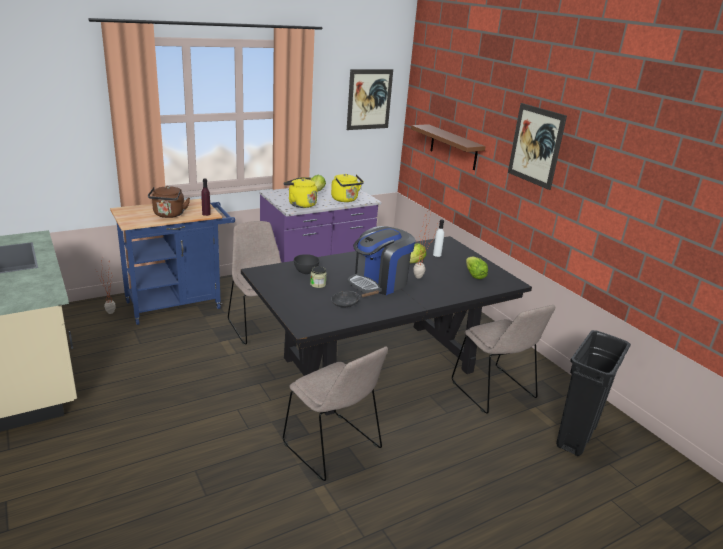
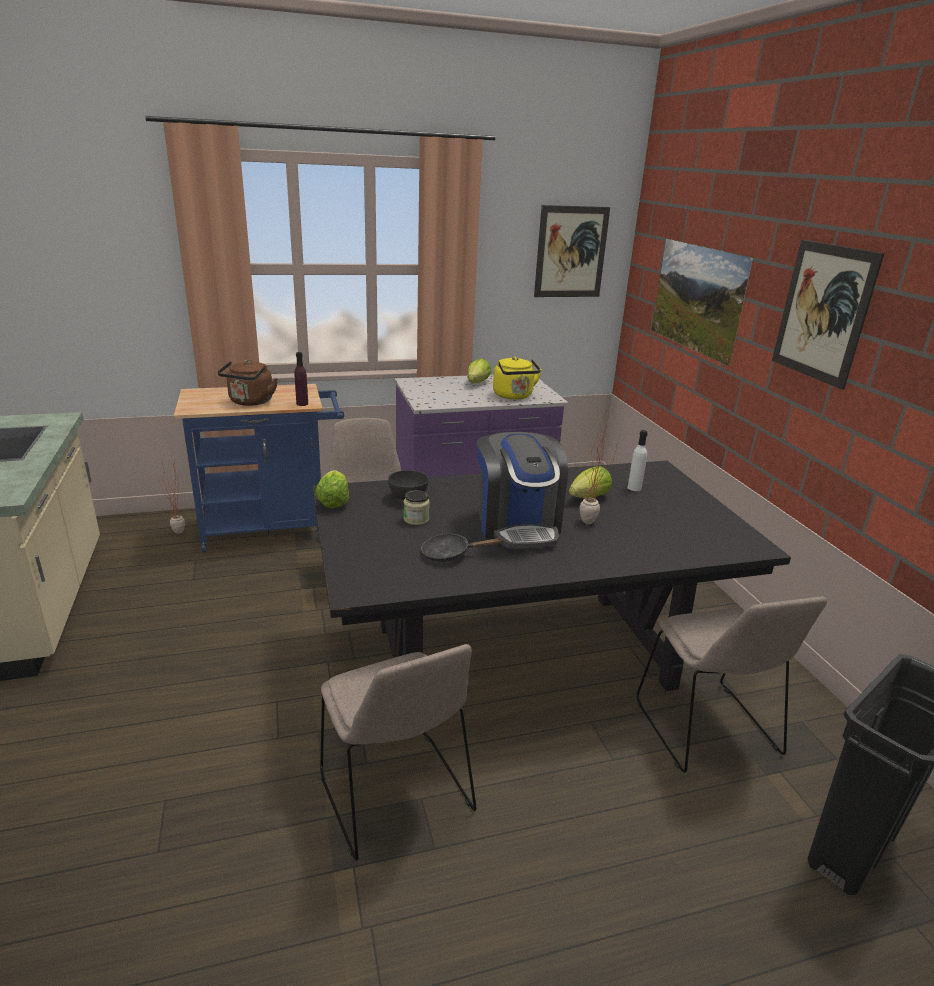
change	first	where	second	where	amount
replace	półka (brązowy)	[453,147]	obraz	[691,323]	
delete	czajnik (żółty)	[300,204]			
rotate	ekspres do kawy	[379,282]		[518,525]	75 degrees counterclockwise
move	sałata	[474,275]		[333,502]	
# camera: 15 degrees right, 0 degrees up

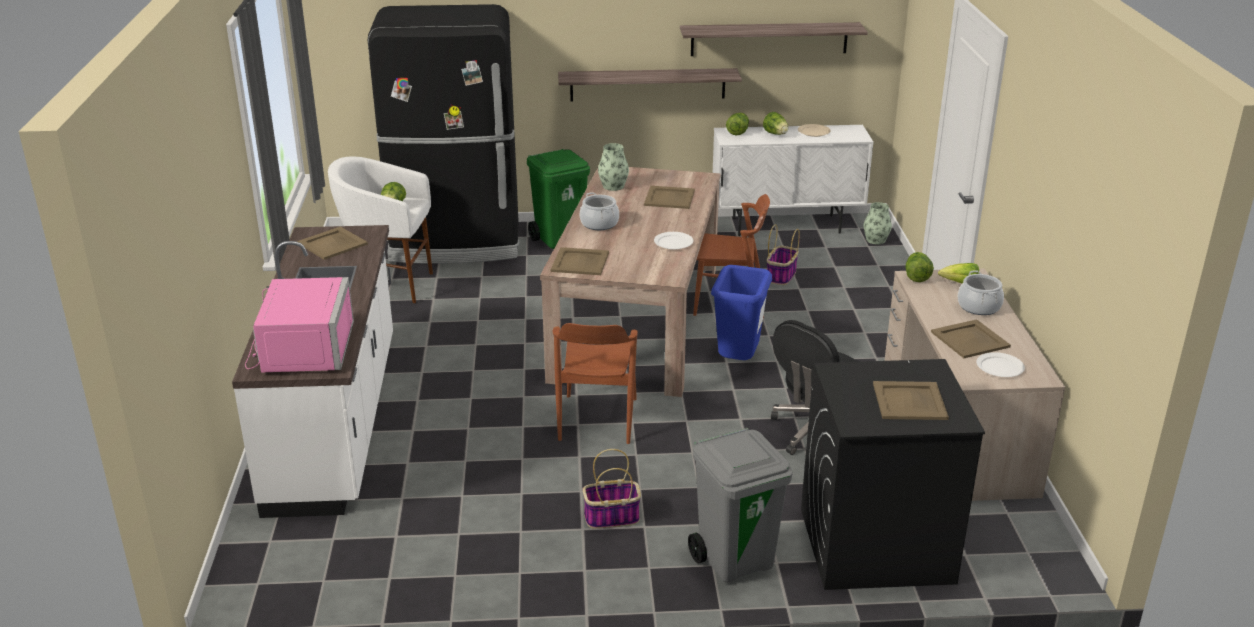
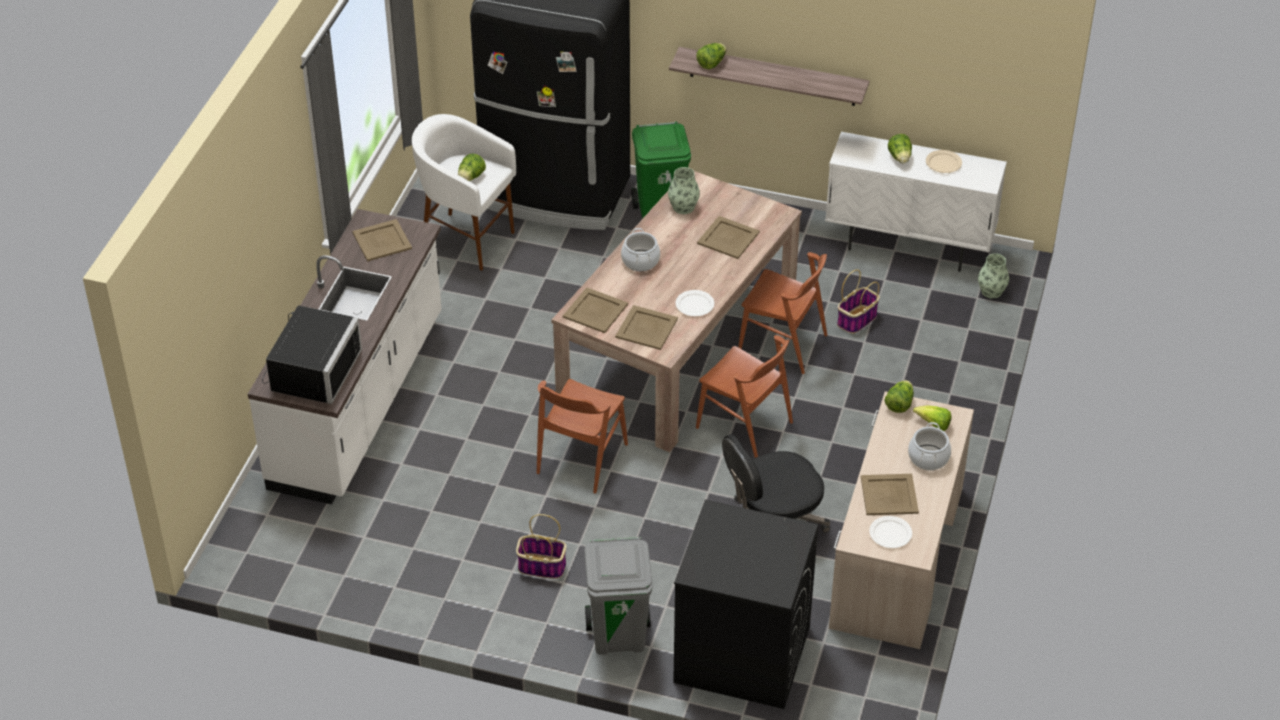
change	first	where	second	where	amount
delete	półka	[769,39]			
move	sałata	[738,132]		[711,63]	
replace	kosz na śmieci (niebieski)	[737,363]	krzesło (brązowy)	[744,425]	
recolor	mikrofalówka (różowy)	[300,349]	mikrofalówka (czarny)	[310,370]	
move	taca (beżowy)	[910,401]		[647,328]	
# camera: 20 degrees right, 15 degrees up

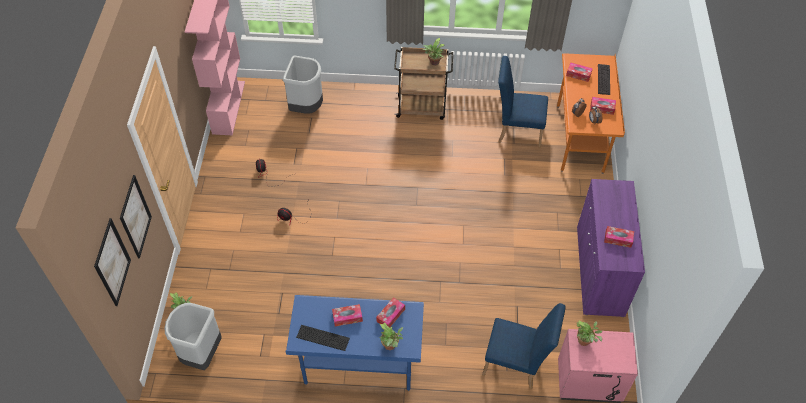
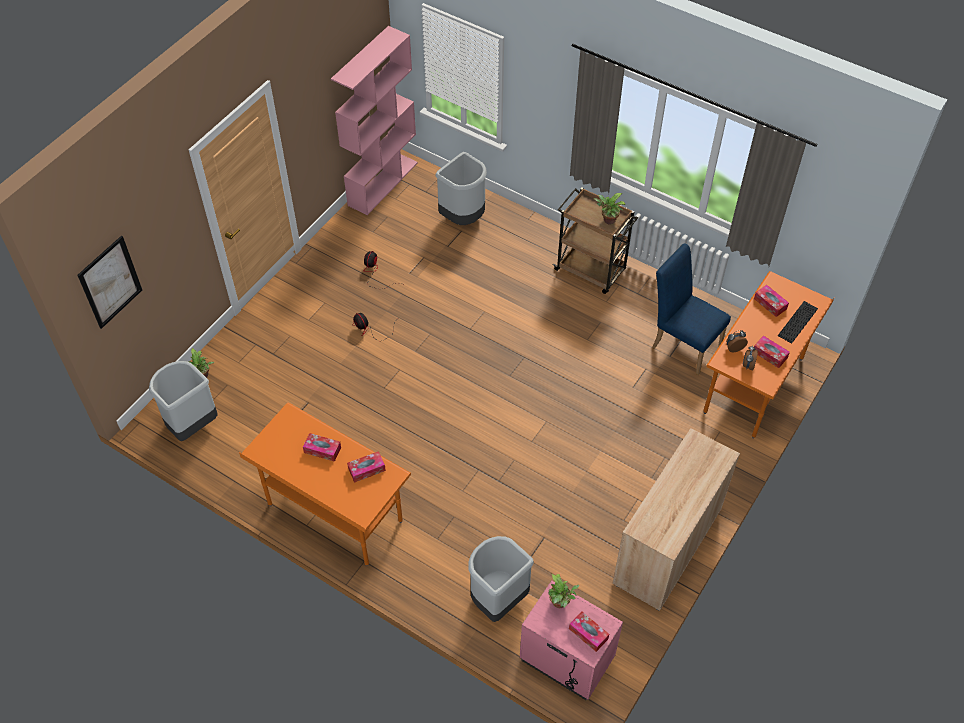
change	first	where	second	where	amount
delete	obraz	[135,217]			
recolor	szafka (fioletowy)	[599,271]	szafka (beżowy)	[667,546]	
move	pudełko chusteczek	[618,239]		[588,633]	
recolor	biurko (niebieski)	[359,365]	biurko (pomarańczowy)	[334,514]	
replace	krzesło (niebieski)	[516,366]	kosz na śmieci (szary)	[497,600]	
delete	roślina doniczkowa	[391,346]			
delete	klawiatura	[323,338]			
# camera: 30 degrees right, 0 degrees up

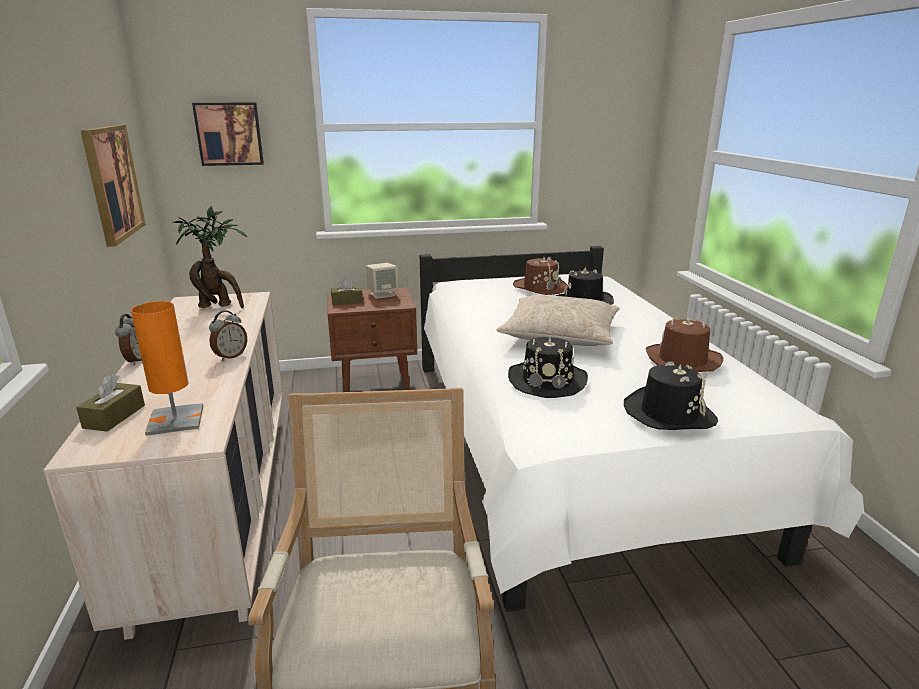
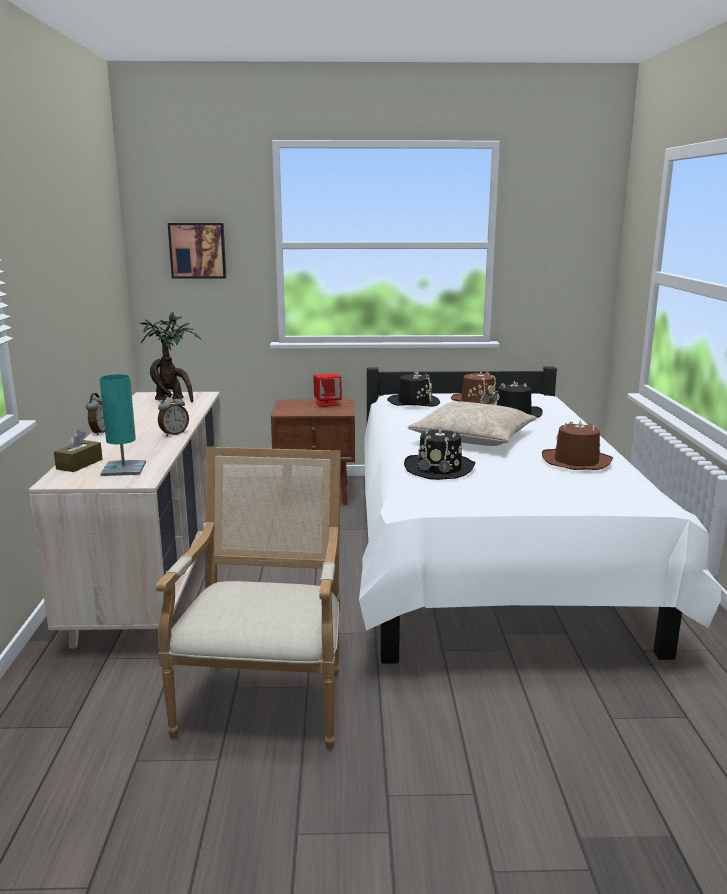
change	first	where	second	where	amount
delete	obraz	[112,183]			
recolor	głośnik (beżowy)	[382,294]	głośnik (czerwony)	[327,404]	
delete	pudełko chusteczek (brązowy)	[347,301]			
recolor	lampa stołowa (pomarańczowy)	[175,420]	lampa stołowa (turkusowy)	[124,469]	
move	kapelusz (czarny)	[668,413]		[414,402]	
# camera: 10 degrees right, 5 degrees down

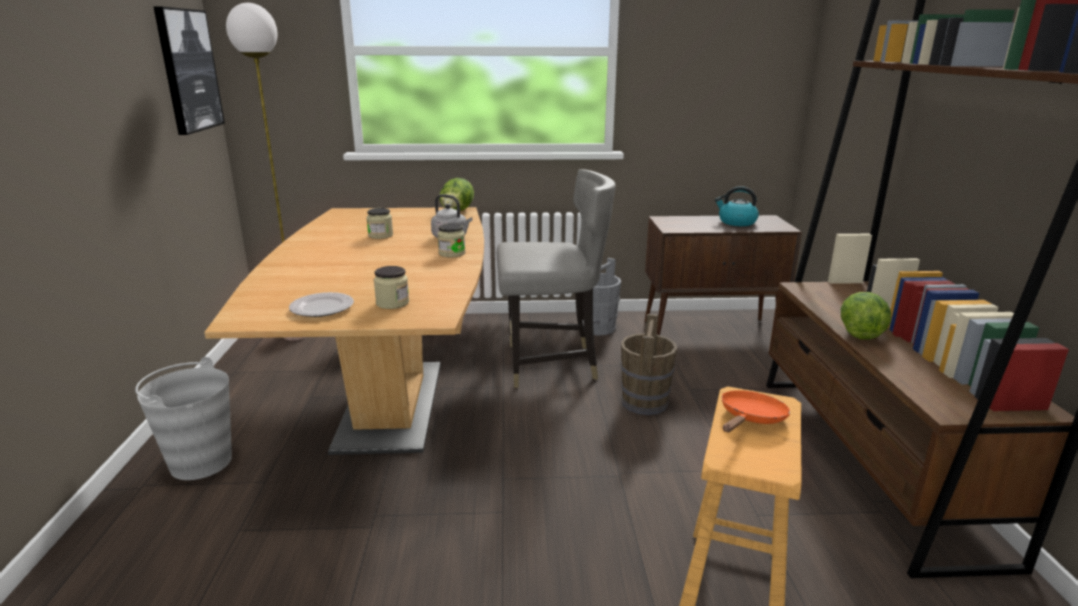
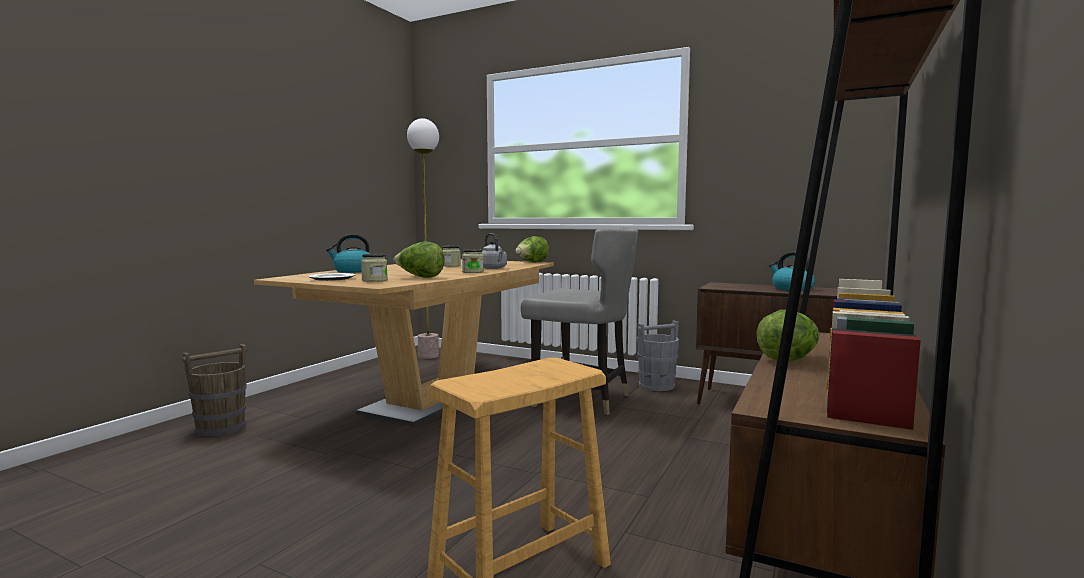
change	first	where	second	where	amount
delete	obraz	[188,70]			
move	wiadro (brązowy)	[644,403]		[220,428]	
delete	wiadro (szary)	[200,462]			
delete	patelnia (pomarańczowy)	[750,419]			
insert			czajnik	[353,271]	
insert			sałata	[420,277]	
# camera: 30 degrees right, 15 degrees down

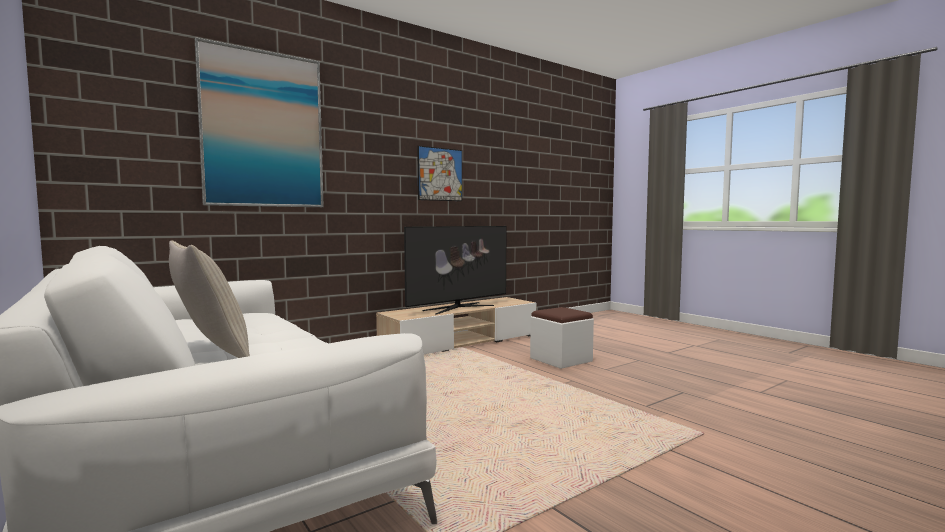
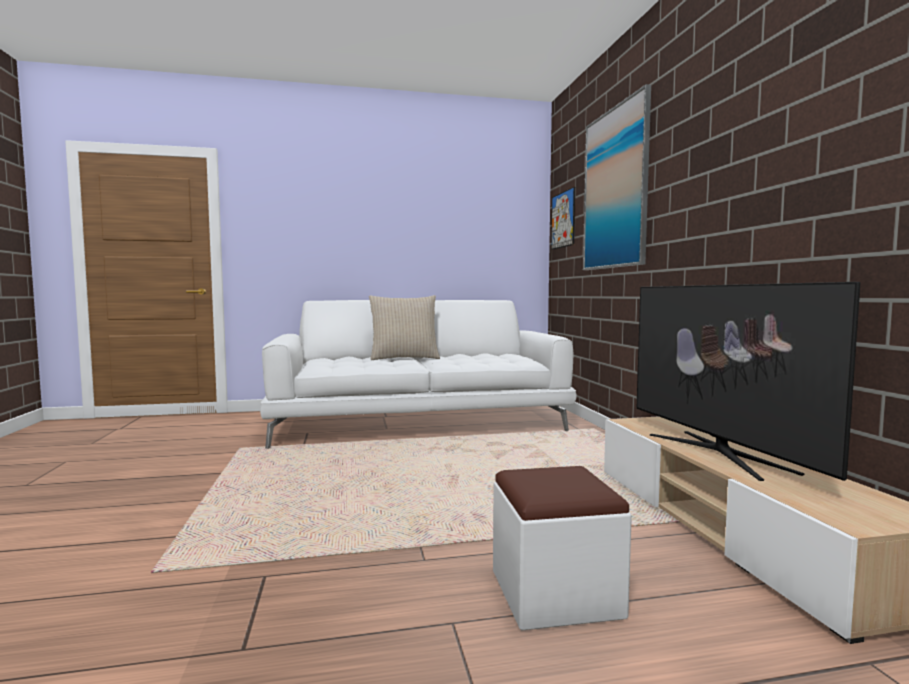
change	first	where	second	where	amount
move	obraz	[440,174]		[563,219]	
# camera: 115 degrees right, 0 degrees up

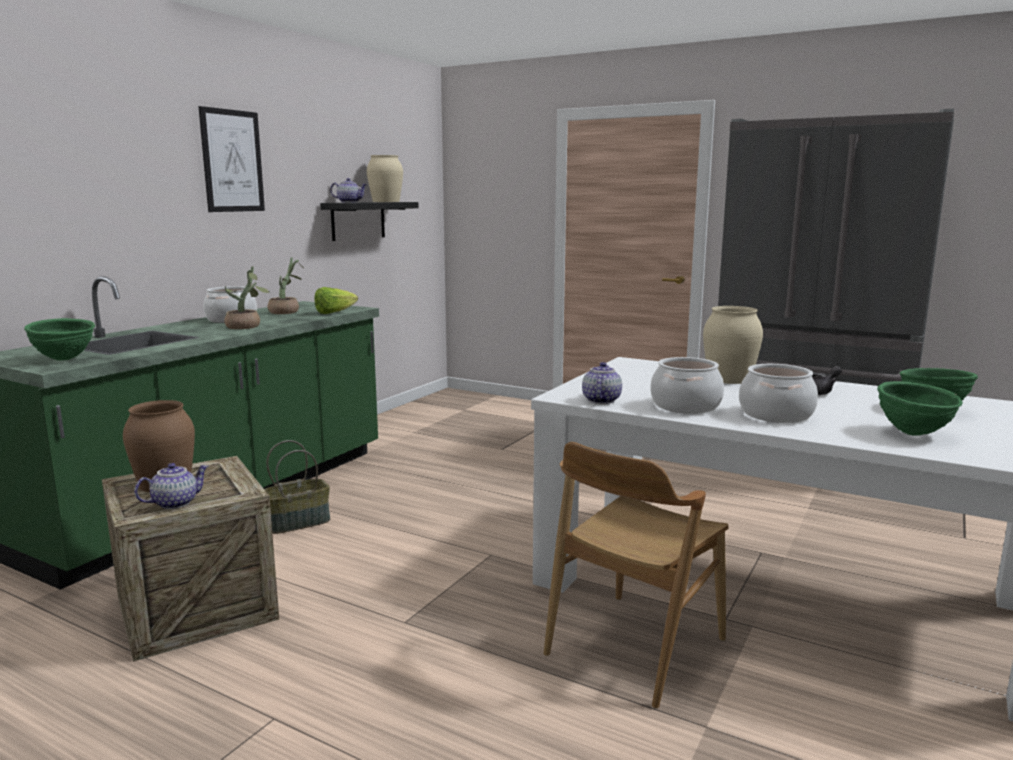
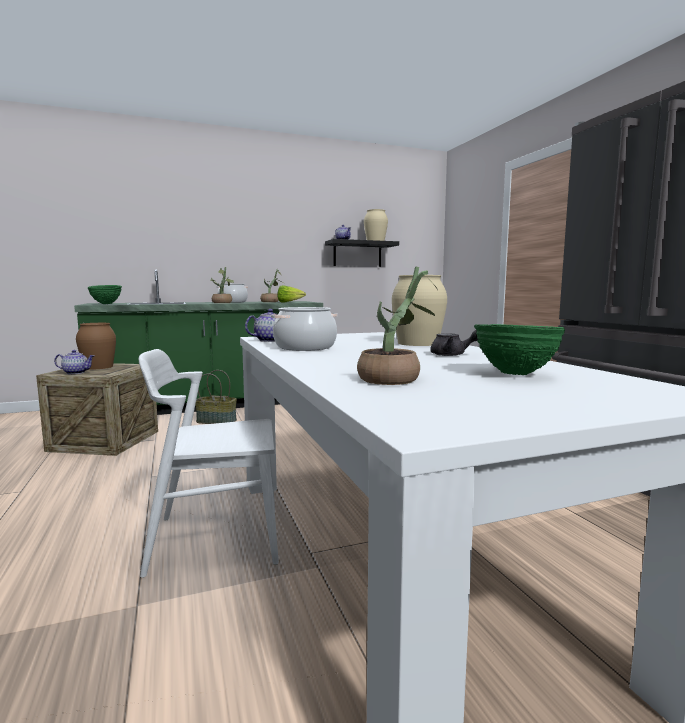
change	first	where	second	where	amount
delete	obraz	[232,161]			
delete	garnek	[775,414]			
replace	miska (zielony)	[913,434]	roślina doniczkowa	[396,379]	
recolor	krzesło (brązowy)	[634,646]	krzesło (biały)	[215,539]	
# camera: 40 degrees right, 5 degrees down

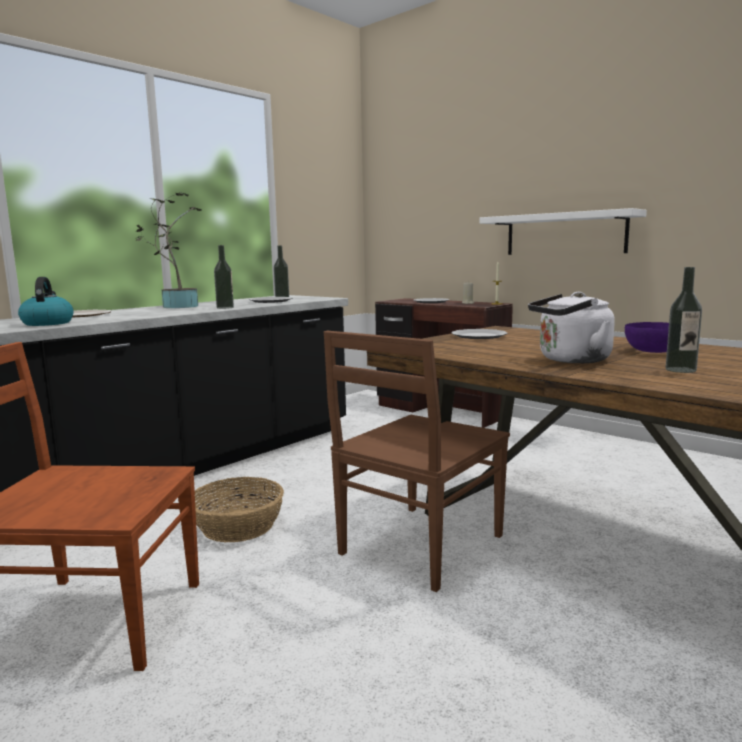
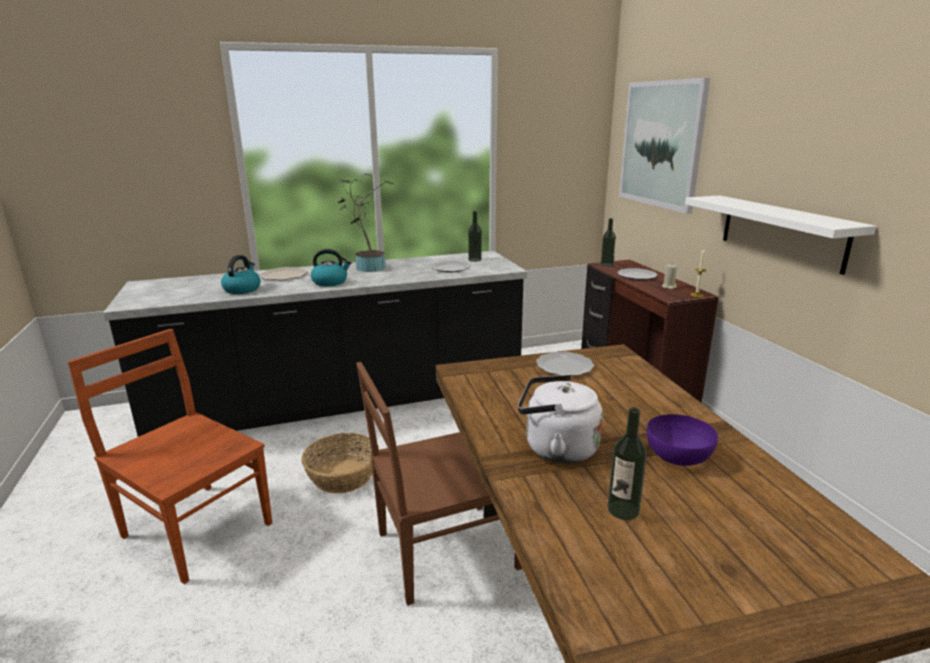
change	first	where	second	where	amount
move	butelka	[225,307]		[607,264]	
insert			obraz	[661,144]	
insert			czajnik	[330,282]	
# camera: 30 degrees right, 10 degrees up

